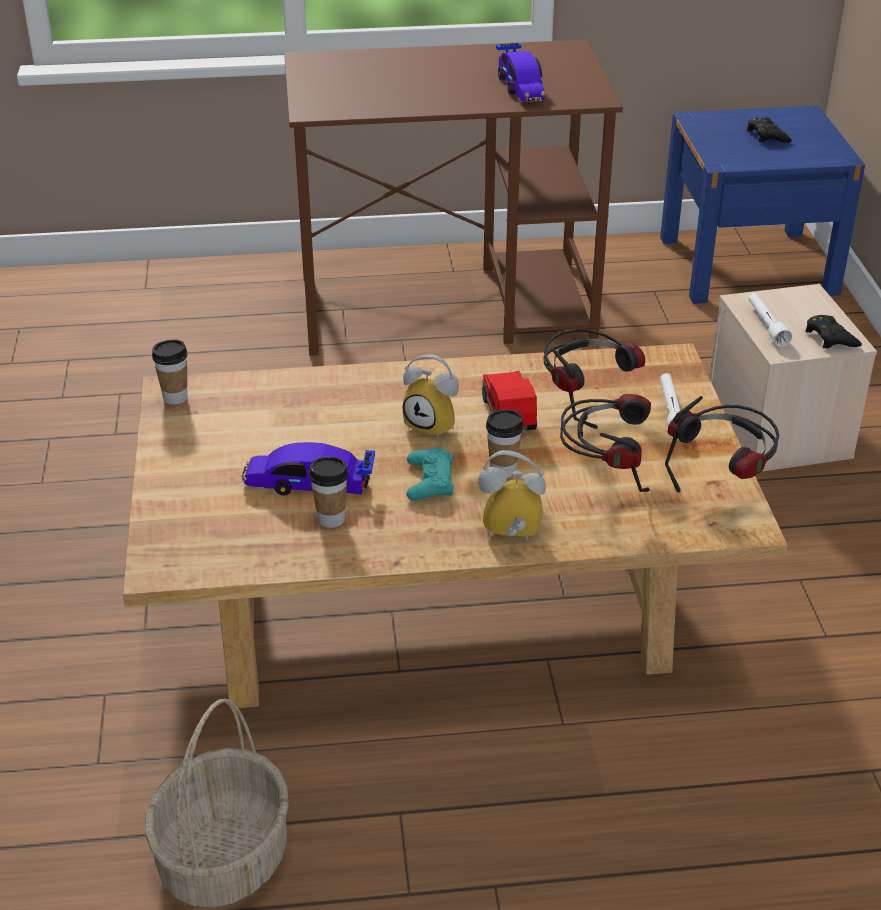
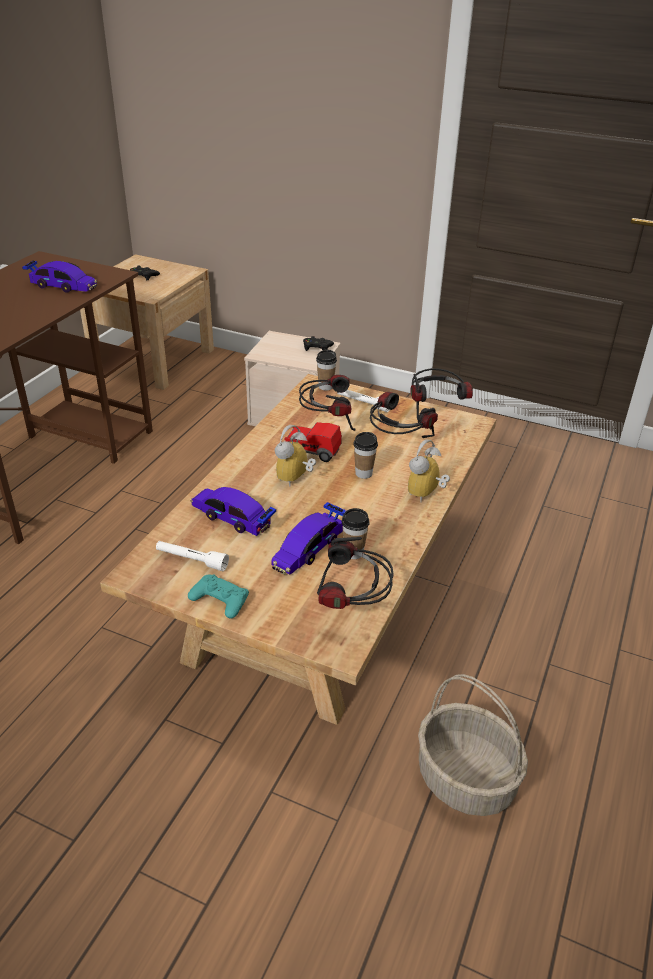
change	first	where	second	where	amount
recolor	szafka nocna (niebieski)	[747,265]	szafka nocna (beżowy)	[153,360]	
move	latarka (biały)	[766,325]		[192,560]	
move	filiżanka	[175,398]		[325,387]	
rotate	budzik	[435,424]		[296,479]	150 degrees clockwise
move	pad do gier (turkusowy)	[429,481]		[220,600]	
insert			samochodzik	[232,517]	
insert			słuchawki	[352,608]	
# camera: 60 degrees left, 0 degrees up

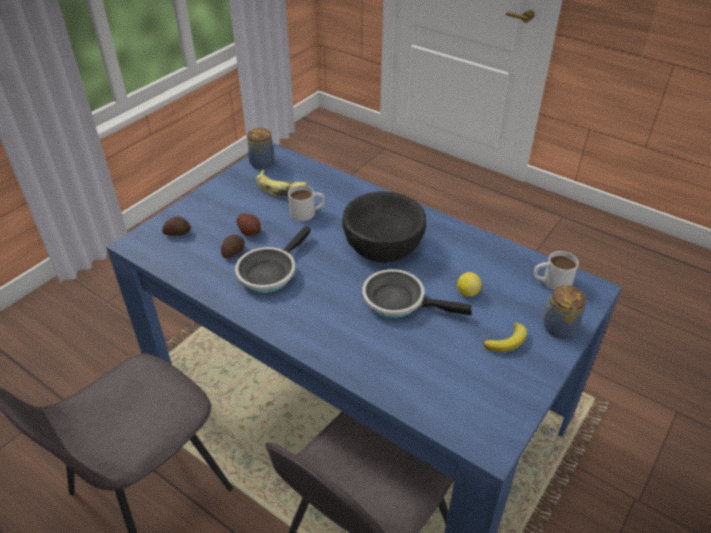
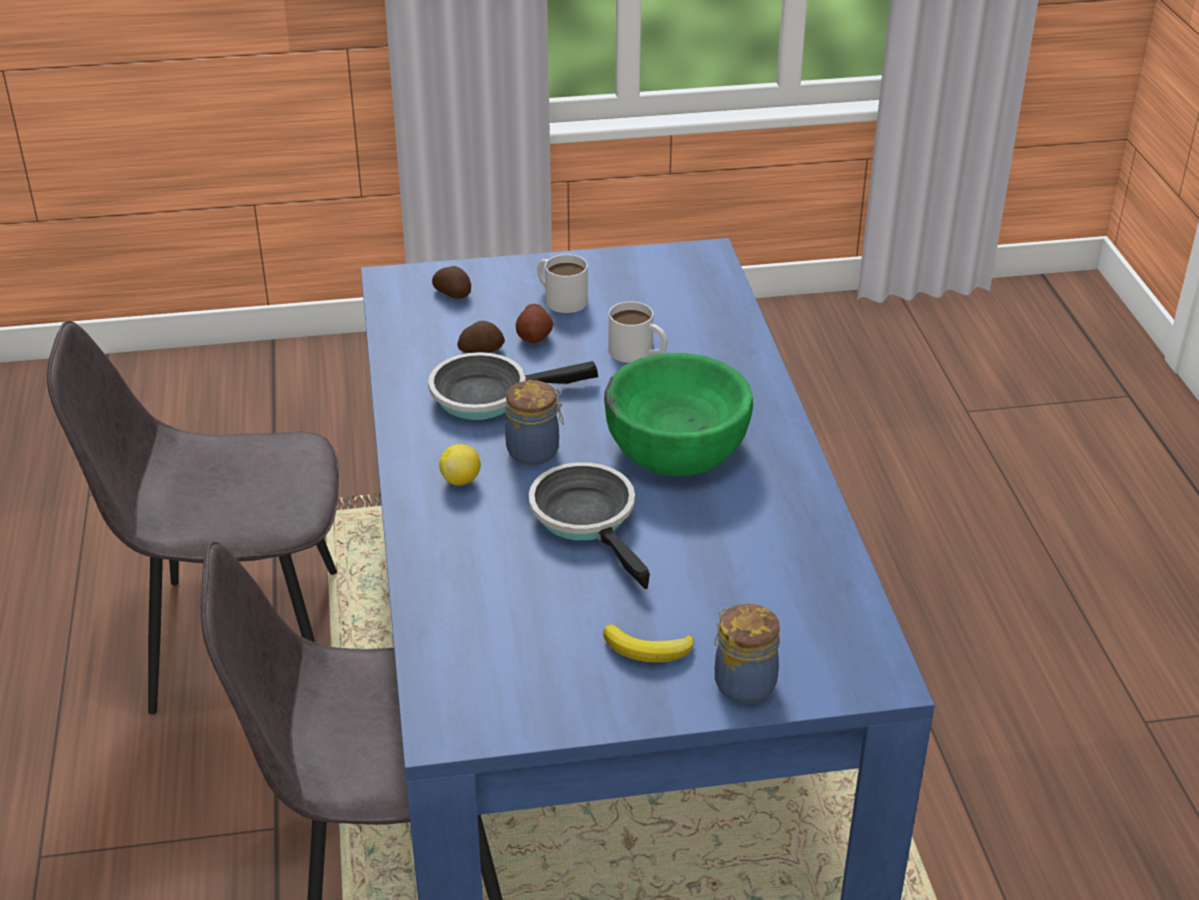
change	first	where	second	where	amount
move	słoik	[263,162]		[535,451]	
delete	banan	[281,188]			
recolor	miska (czarny)	[383,243]	miska (zielony)	[676,444]	
move	kubek (biały)	[551,281]		[560,298]	
move	cytryna	[467,292]		[461,480]	
# camera: 45 degrees right, 5 degrees down

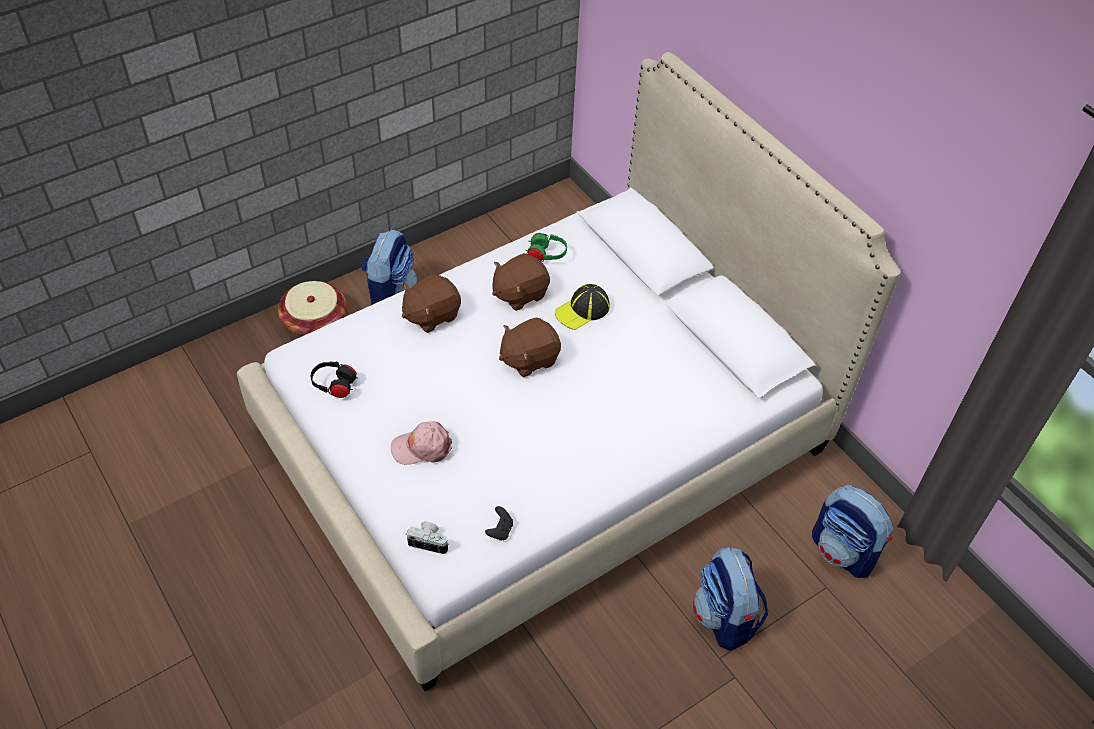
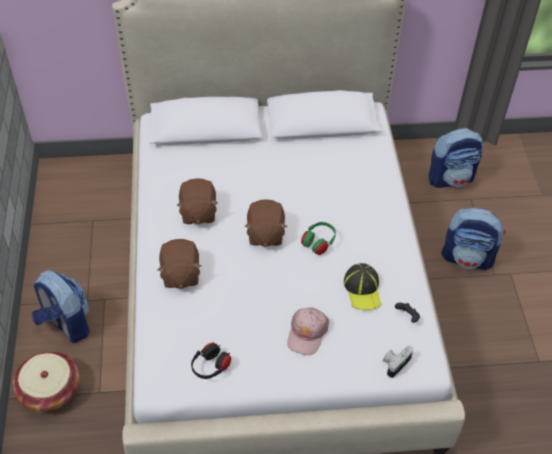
change	first	where	second	where	amount
move	słuchawki (zielony)	[546,256]		[318,243]	
move	czapka z daszkiem	[582,310]		[363,289]	
# camera: 60 degrees left, 0 degrees up

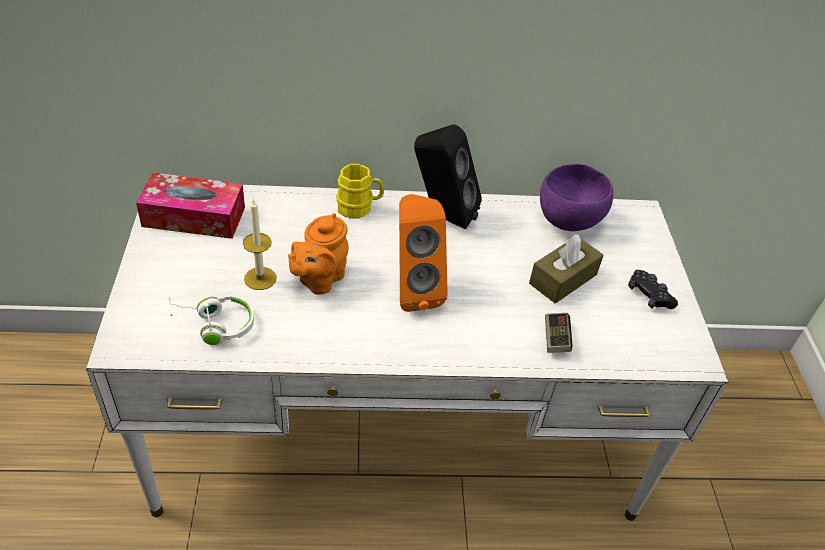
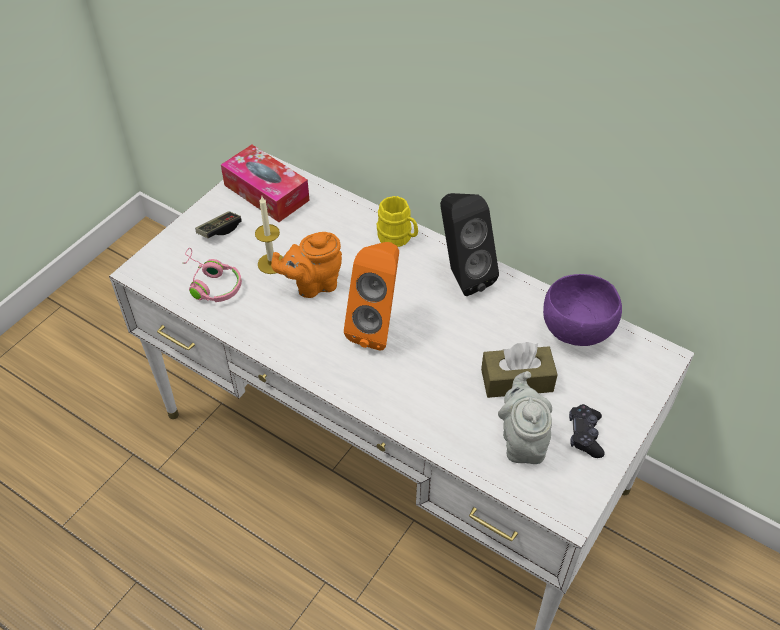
change	first	where	second	where	amount
recolor	słuchawki (biały)	[214,324]	słuchawki (różowy)	[210,284]	
move	pad do gier	[555,338]		[219,230]	
insert			imbryk (szary)	[522,441]	
# camera: 40 degrees right, 5 degrees up

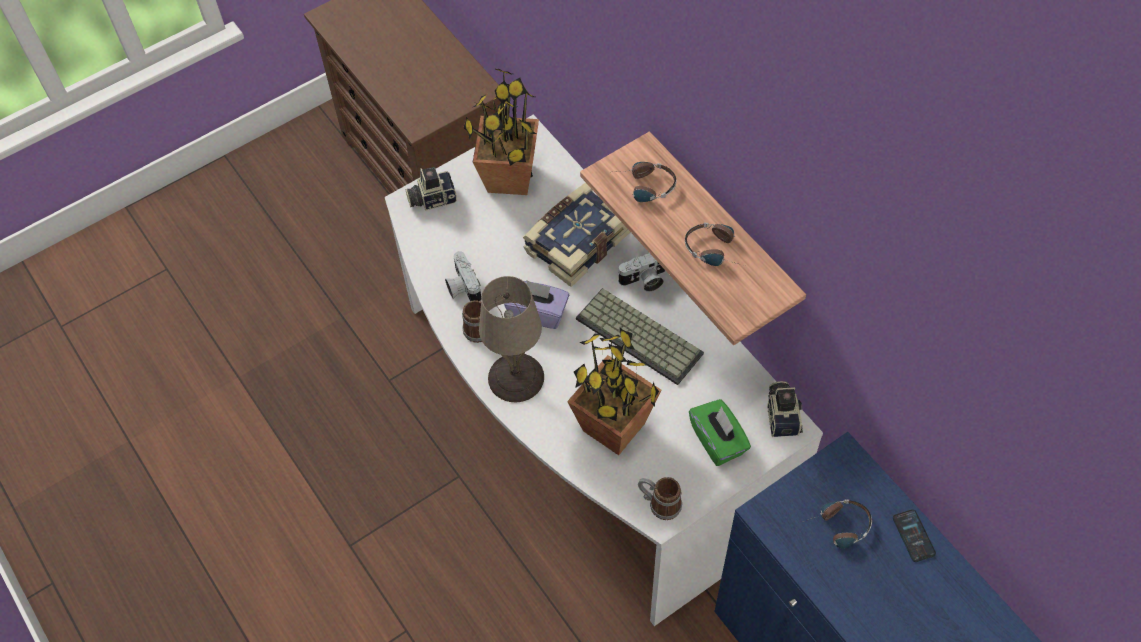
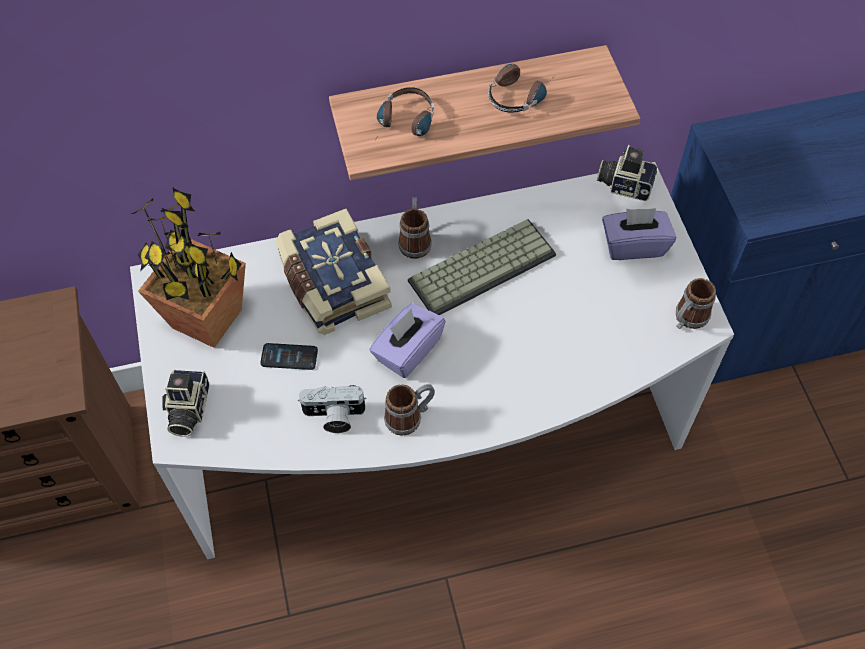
change	first	where	second	where	amount
replace	aparat fotograficzny	[644,280]	kubek	[415,240]	
delete	lampa stołowa (beżowy)	[515,376]			
delete	roślina doniczkowa	[614,427]			
recolor	pudełko chusteczek (zielony)	[718,441]	pudełko chusteczek (fioletowy)	[633,245]	
delete	słuchawki	[836,528]			
move	telefon	[913,536]		[289,357]	
# camera: 70 degrees left, 0 degrees up

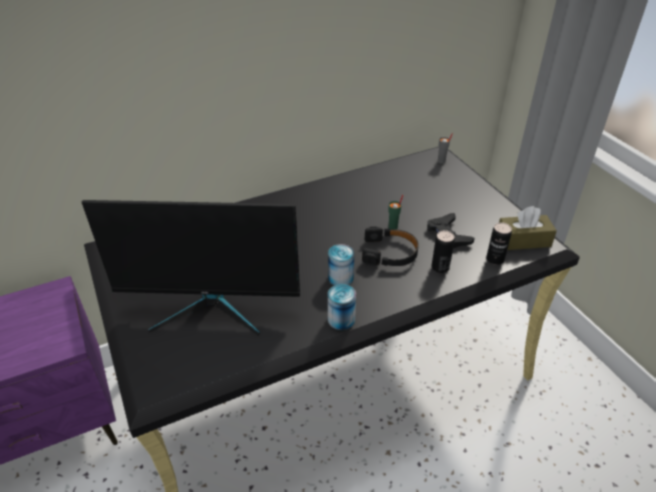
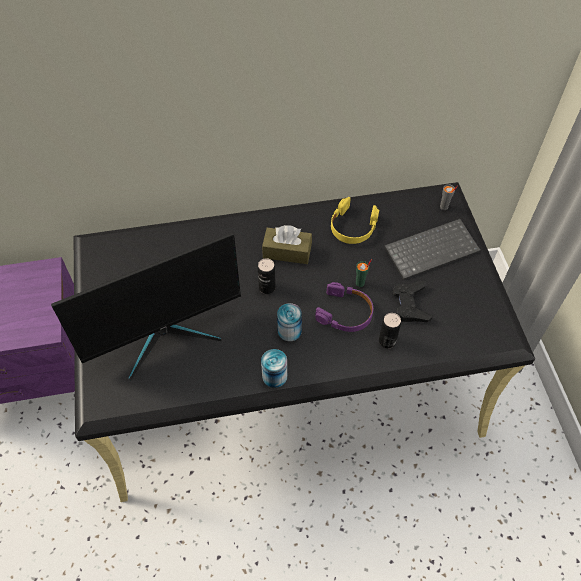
change	first	where	second	where	amount
rotate	monitor	[211,308]		[165,336]	45 degrees counterclockwise
move	pudełko chusteczek (brązowy)	[523,240]		[287,252]	
move	puszka	[495,259]		[267,287]	
recolor	słuchawki (czarny)	[390,253]	słuchawki (fioletowy)	[345,313]	
insert			słuchawki (żółty)	[352,227]	
insert			klawiatura	[431,249]	
# camera: 15 degrees right, 15 degrees up

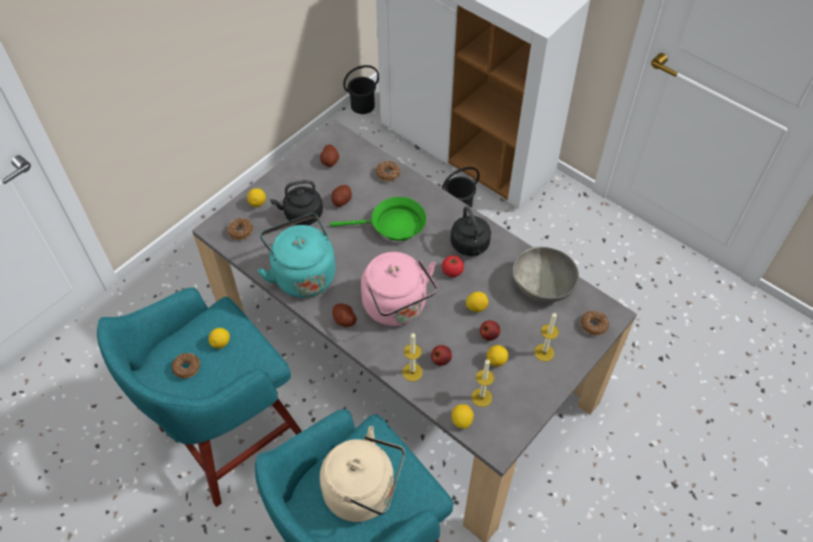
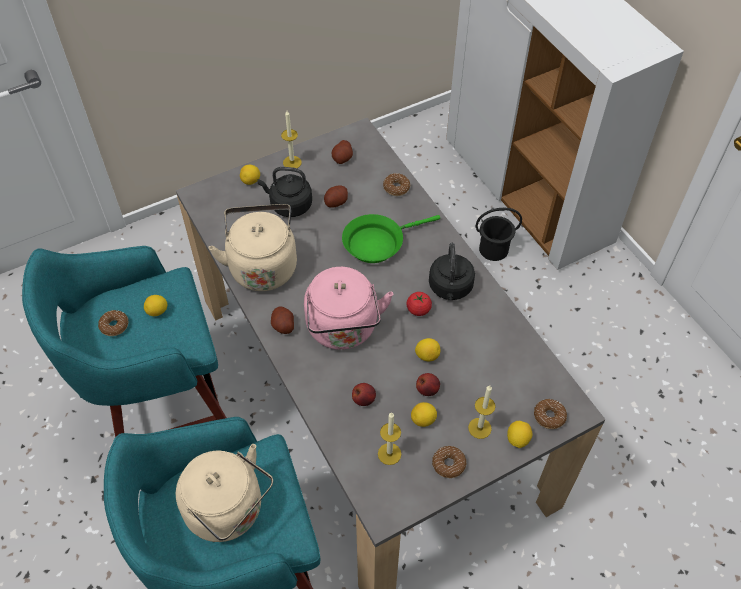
change	first	where	second	where	amount
delete	wiadro (czarny)	[362,105]			
rotate	patelnia (zielony)	[393,225]		[377,243]	135 degrees clockwise
recolor	czajnik (turkusowy)	[302,274]	czajnik (beżowy)	[262,265]	
move	donut	[240,231]		[448,464]	
delete	miska (szary)	[542,286]			
move	świeca	[412,372]		[292,162]	
move	cytryna	[461,421]		[517,439]	
# camera: 20 degrees right, 0 degrees up

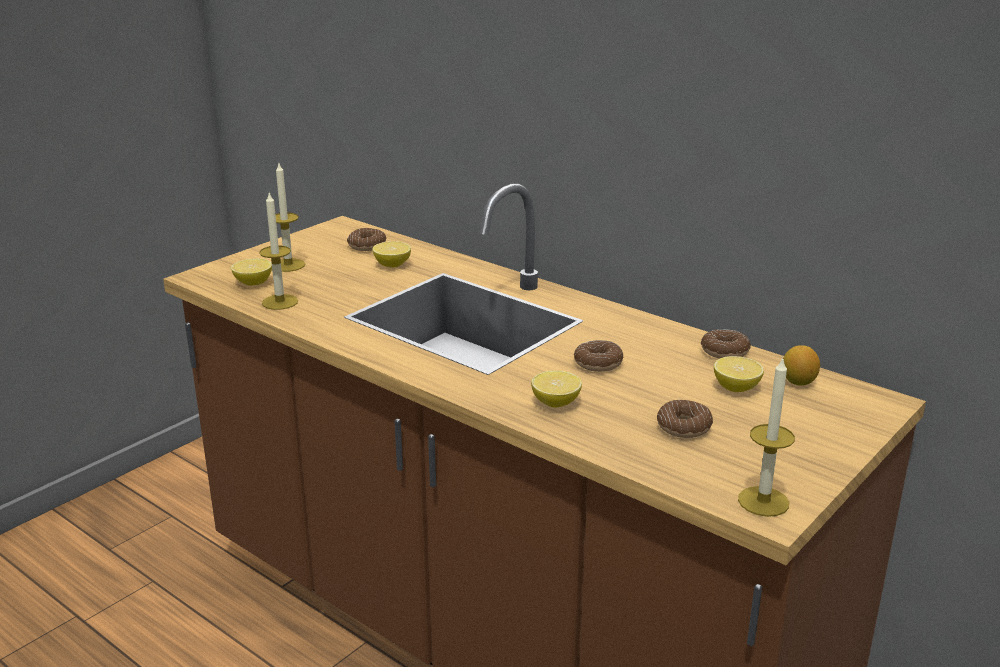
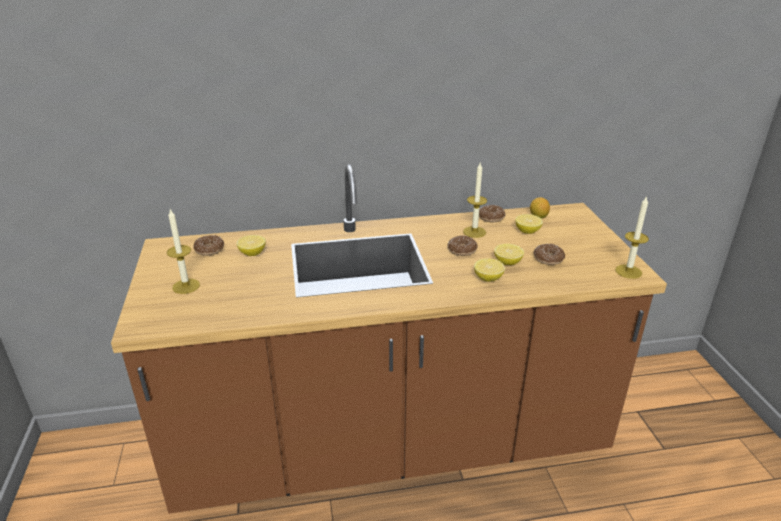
change	first	where	second	where	amount
move	świeca	[280,302]		[474,232]	
move	cytryna	[253,283]		[507,263]	
# camera: 50 degrees left, 5 degrees up

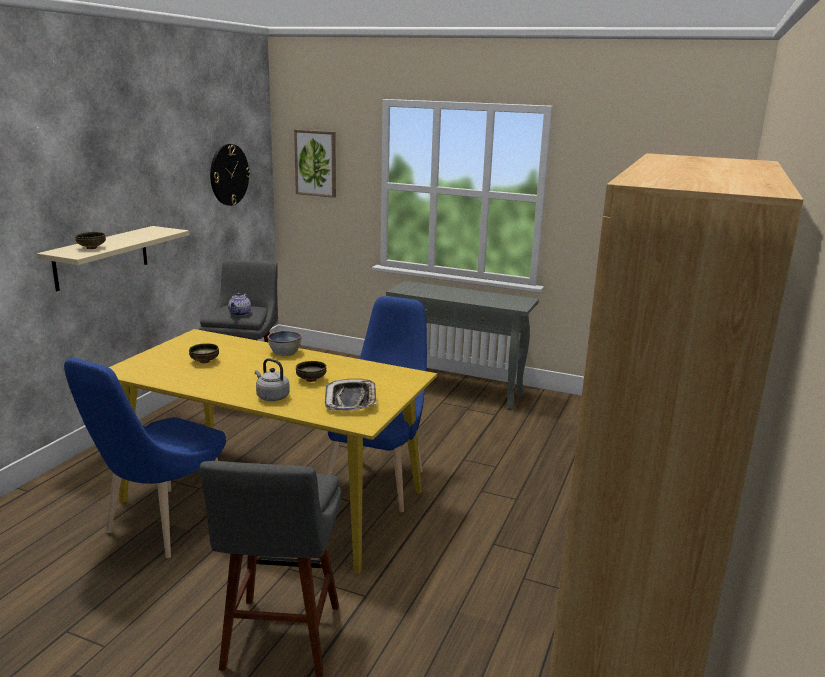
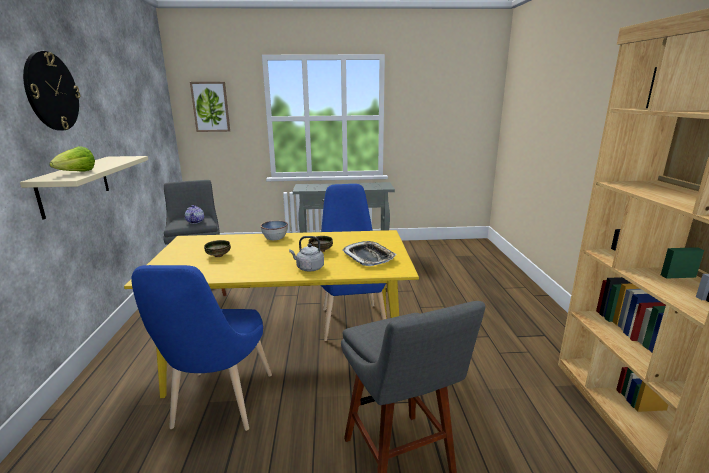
change	first	where	second	where	amount
move	zegar ścienny	[229,174]		[51,91]	
replace	miska	[92,248]	sałata	[77,173]	
# camera: 25 degrees left, 0 degrees up

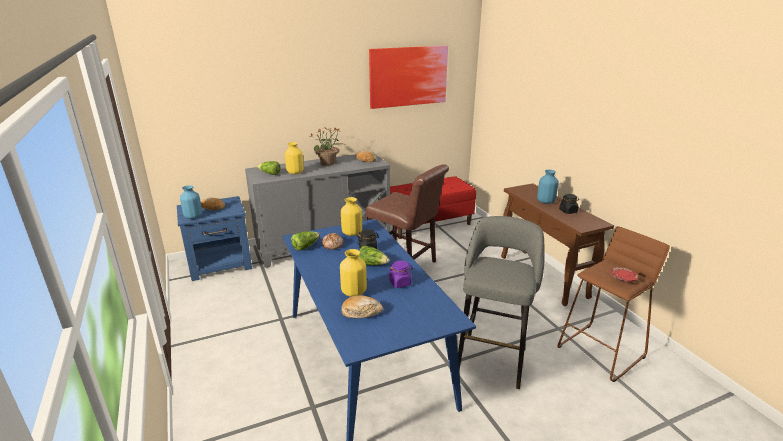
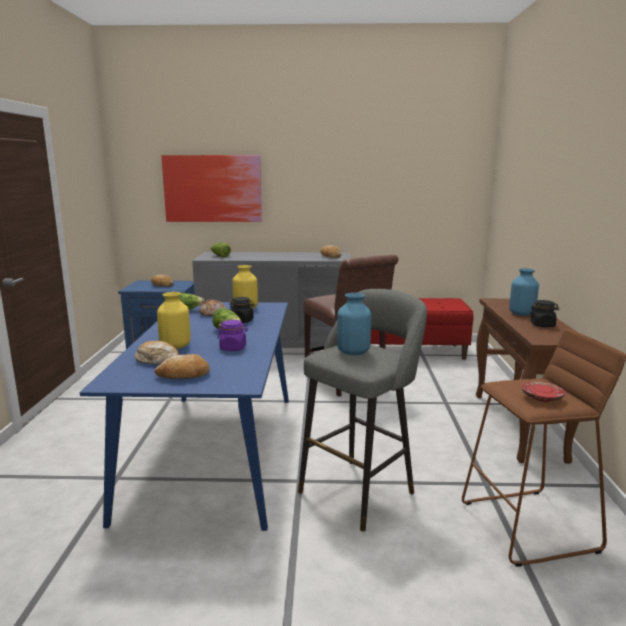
change	first	where	second	where	amount
move	obraz	[408,76]		[213,188]	
delete	roślina doniczkowa	[328,163]			
delete	wazon (żółty)	[295,172]			
move	wazon (niebieski)	[193,217]		[353,352]	
insert			chleb	[183,375]	
# camera: 25 degrees right, 10 degrees down

